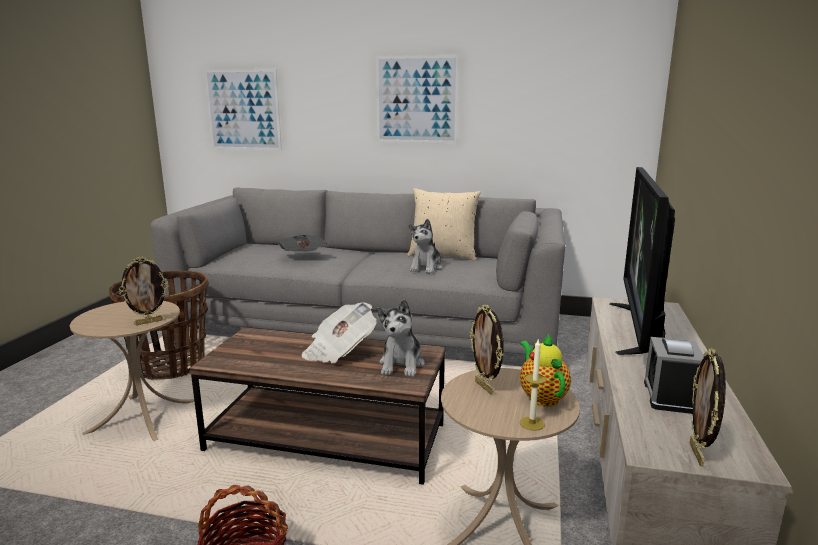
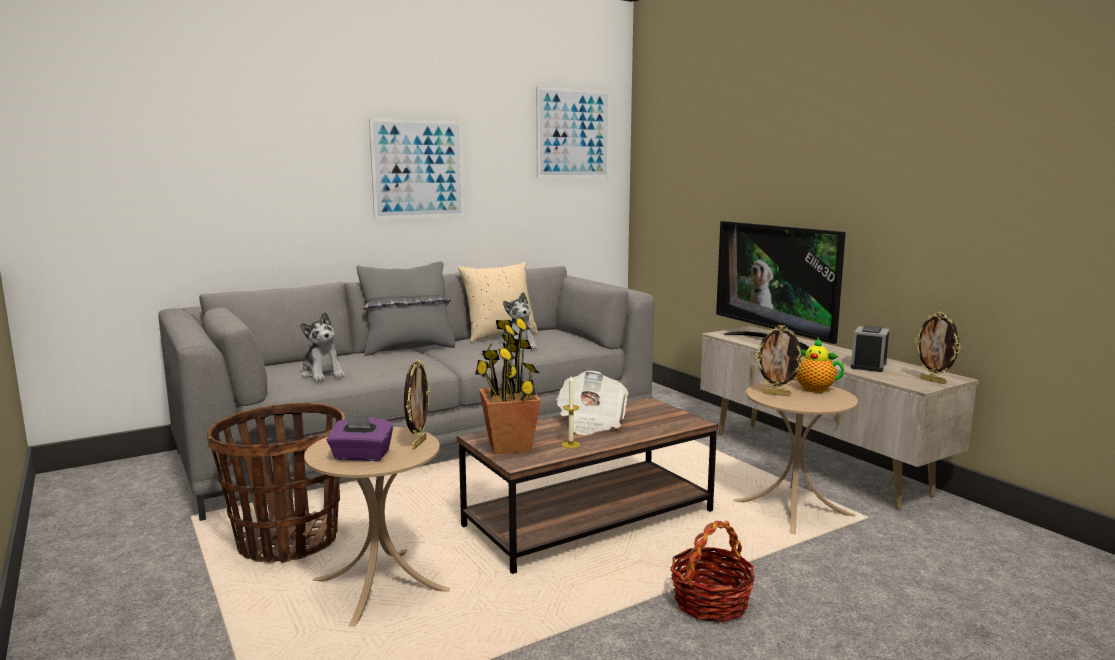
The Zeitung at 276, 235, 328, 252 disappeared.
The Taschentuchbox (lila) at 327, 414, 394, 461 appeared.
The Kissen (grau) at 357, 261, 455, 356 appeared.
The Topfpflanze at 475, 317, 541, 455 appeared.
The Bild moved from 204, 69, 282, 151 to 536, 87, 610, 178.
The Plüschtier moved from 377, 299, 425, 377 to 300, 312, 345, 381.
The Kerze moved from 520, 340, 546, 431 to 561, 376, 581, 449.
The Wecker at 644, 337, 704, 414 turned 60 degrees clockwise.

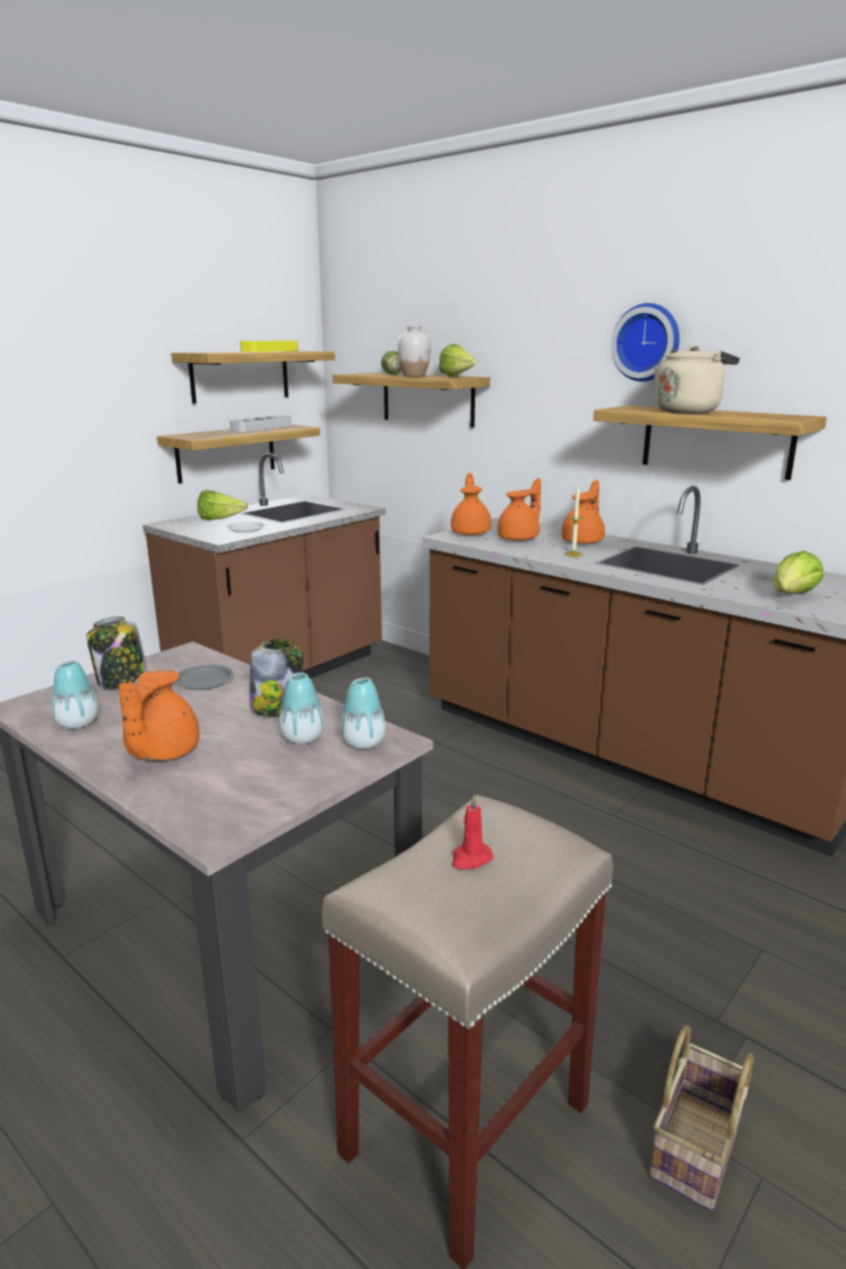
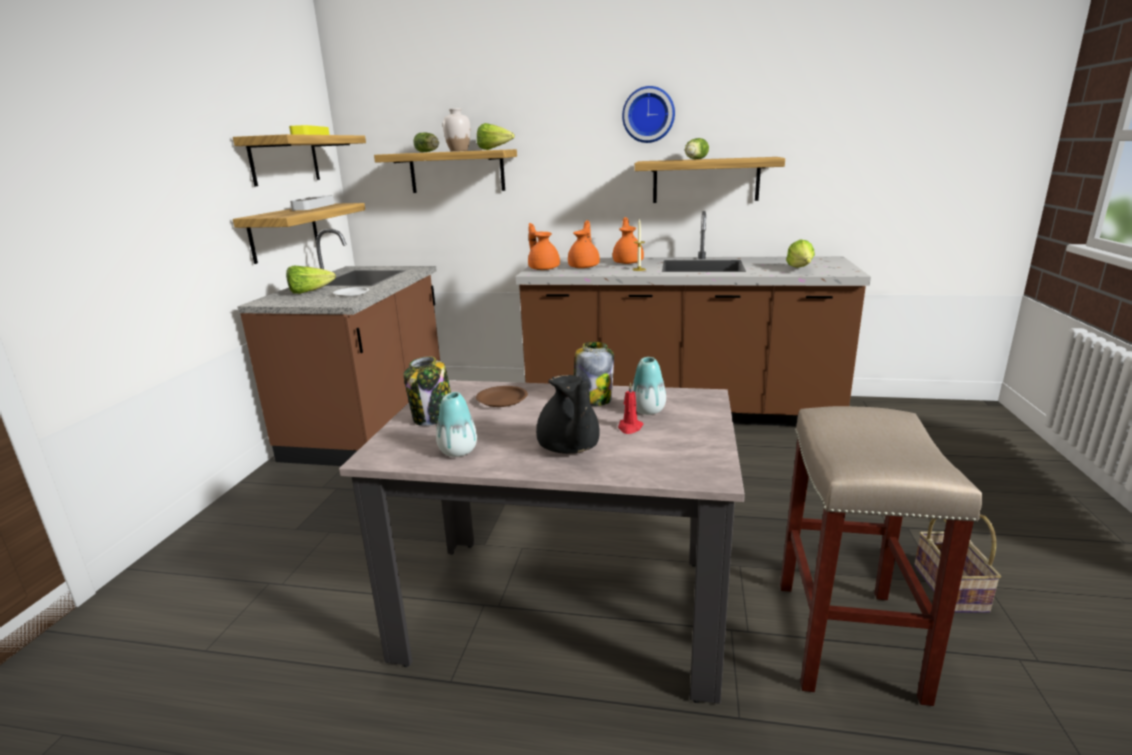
The Vase at 340, 678, 386, 749 disappeared.
The Kerze (rot) moved from 452, 795, 493, 870 to 618, 382, 644, 434.
The Wasserkessel (beige) at 654, 345, 740, 413 was replaced by the Salatkopf at 685, 138, 709, 160.
The Teekanne (orange) at 119, 670, 199, 761 became the Teekanne (schwarz) at 536, 375, 600, 454.
The Teller (grau) at 174, 665, 234, 690 became the Teller (braun) at 476, 386, 528, 407.

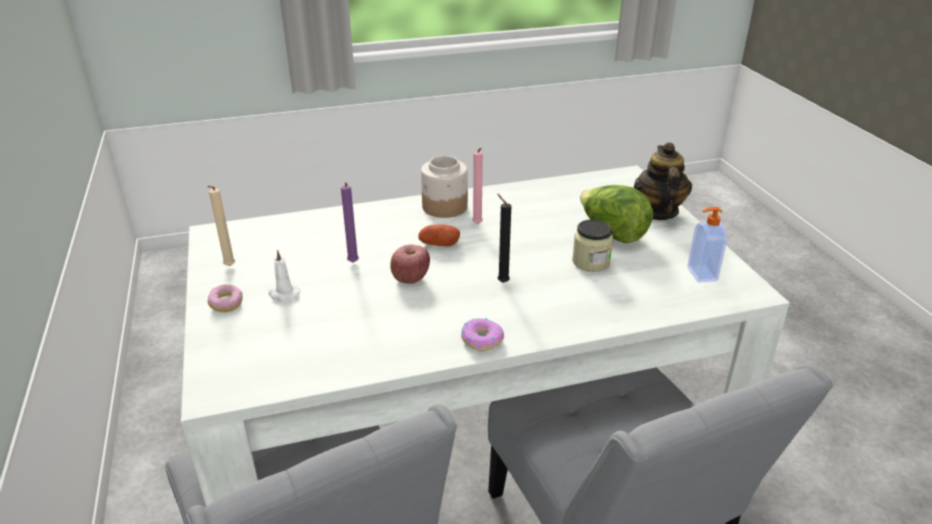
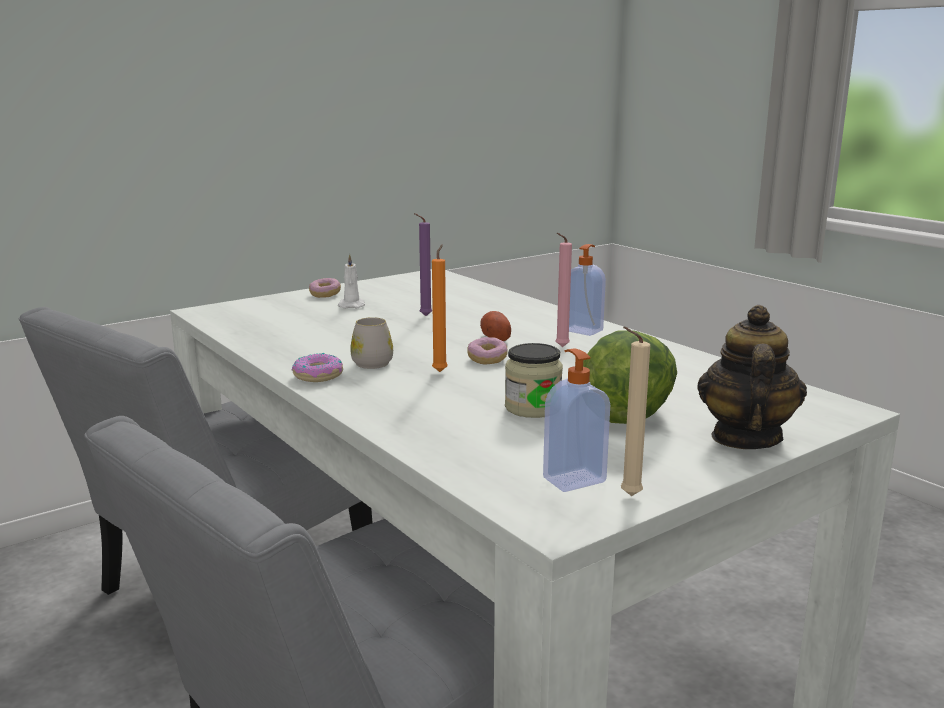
The Apfel at 390, 244, 430, 284 disappeared.
The Henkelbecher (weiß) at 350, 317, 393, 369 appeared.
The Donut at 467, 337, 508, 365 appeared.
The Kerze (beige) moved from 207, 186, 235, 266 to 621, 327, 650, 496.
The Vorratsglas at 421, 156, 468, 218 was replaced by the Seifenspender at 569, 244, 606, 336.
The Kerze (schwarz) at 497, 193, 511, 283 became the Kerze (orange) at 432, 245, 448, 372.
The Teekanne at 634, 142, 692, 220 turned 60 degrees counterclockwise.

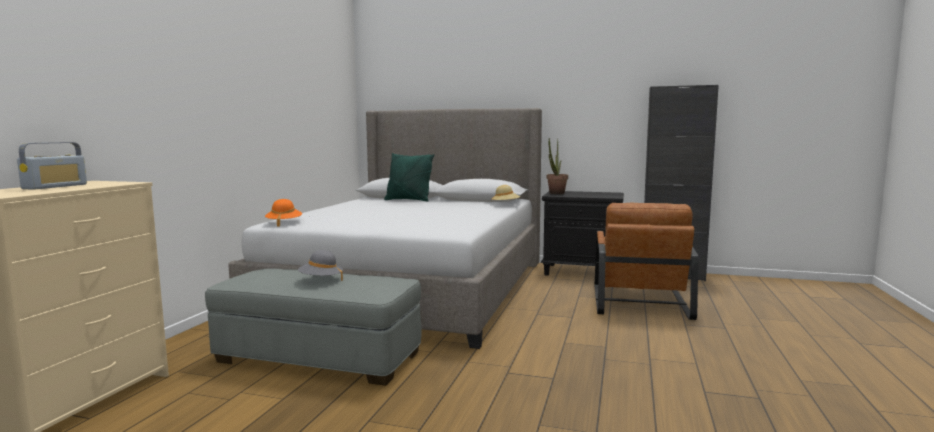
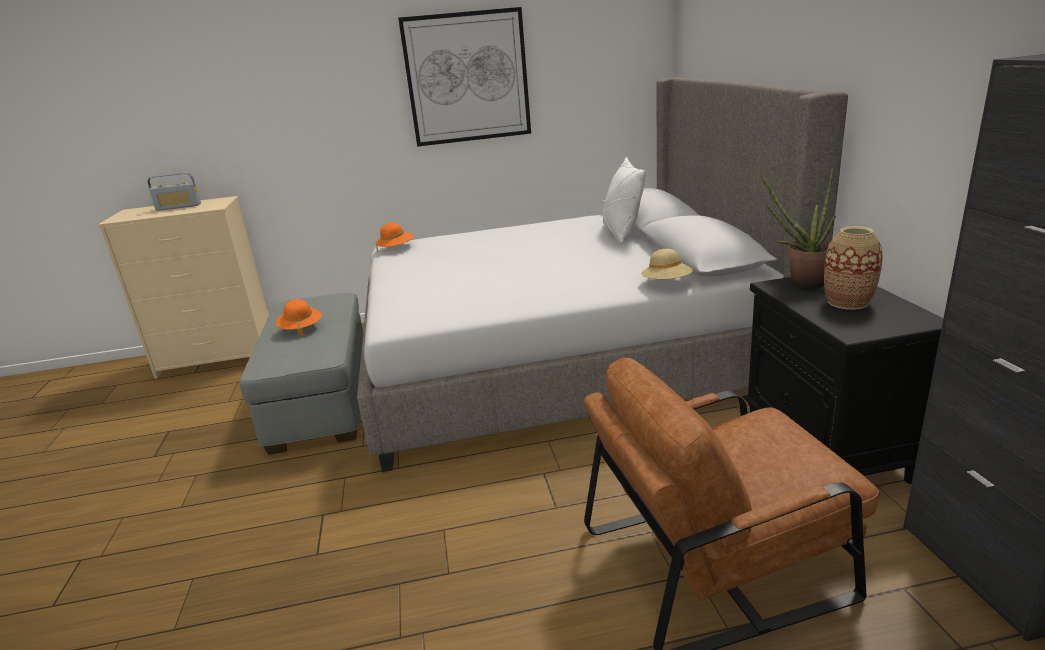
The Bild at 398, 7, 531, 147 appeared.
The Vase at 824, 226, 883, 310 appeared.
The Hut (grau) at 298, 250, 343, 281 became the Hut (orange) at 276, 299, 322, 337.
The Kissen (grün) at 384, 153, 434, 201 became the Kissen (weiß) at 603, 157, 646, 243.

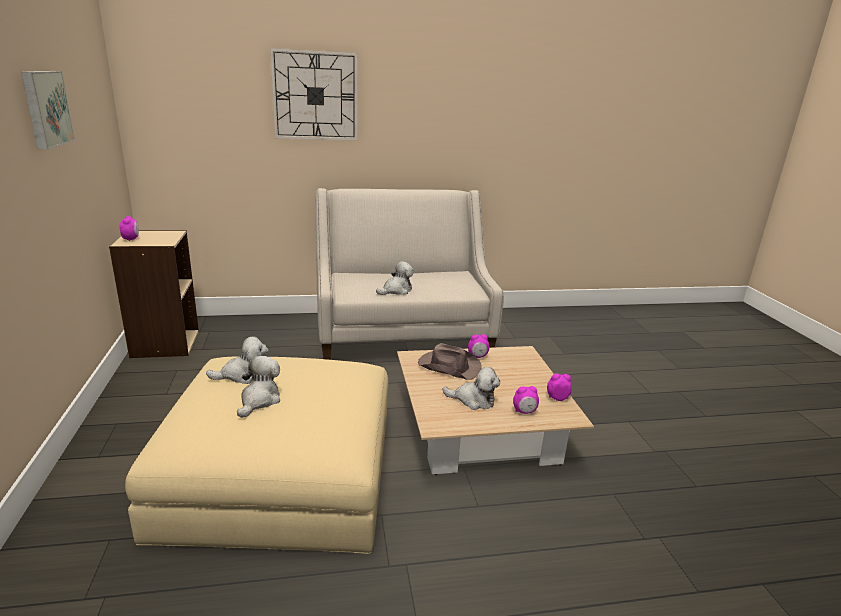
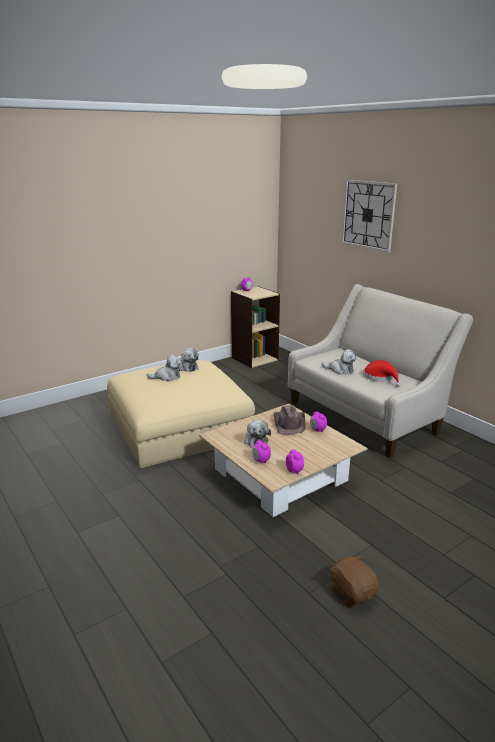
The Bild at 21, 71, 75, 149 disappeared.
The Plüschtier (braun) at 330, 556, 379, 606 appeared.
The Hut (rot) at 363, 360, 400, 387 appeared.

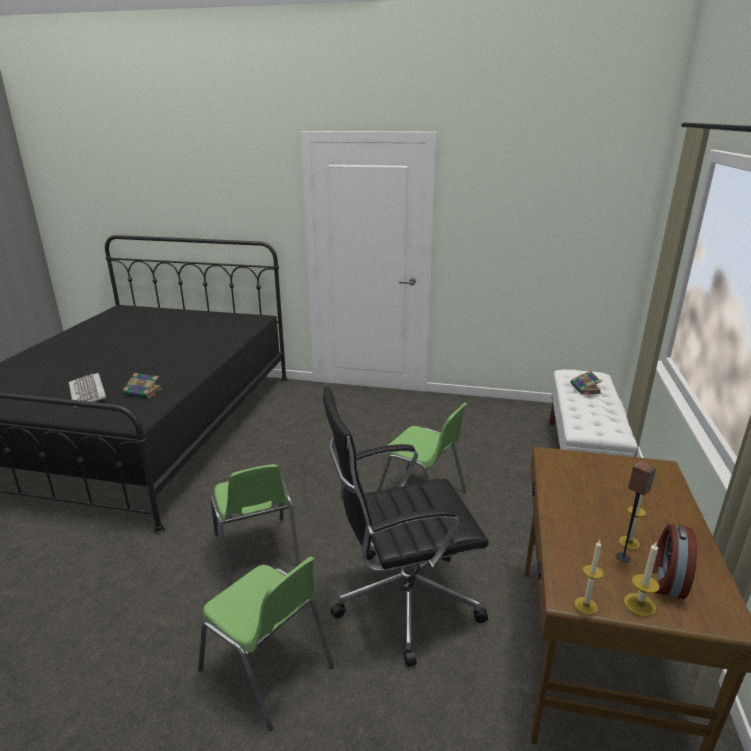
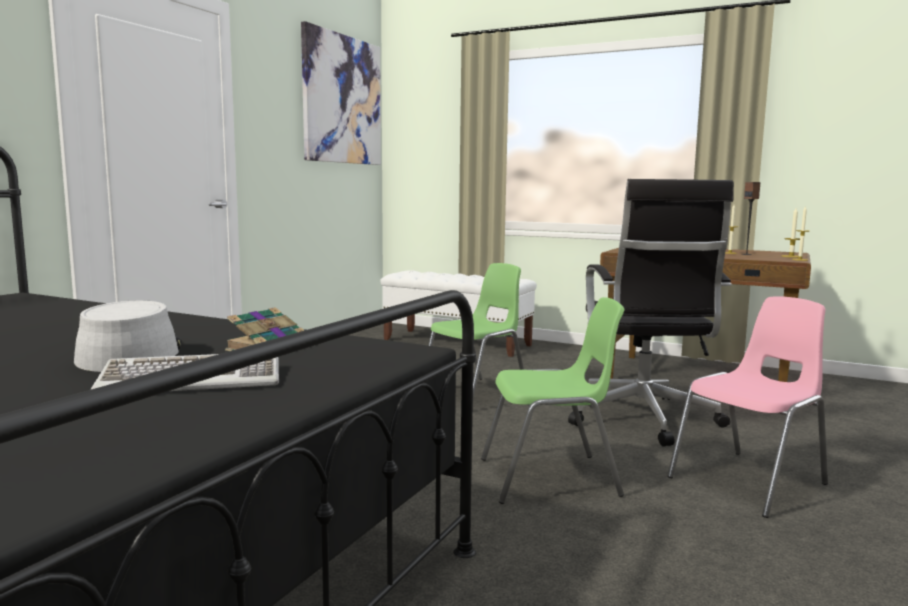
The Buch at 571, 371, 602, 395 disappeared.
The Wecker at 652, 524, 697, 599 disappeared.
The Hut (grau) at 74, 301, 182, 372 appeared.
The Bild at 301, 21, 381, 165 appeared.
The Stuhl (grün) at 198, 557, 334, 731 became the Stuhl (rosa) at 668, 296, 828, 518.

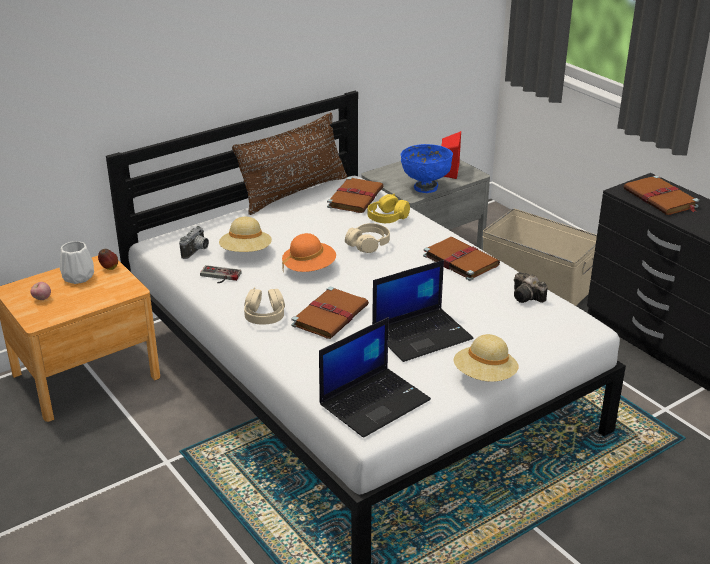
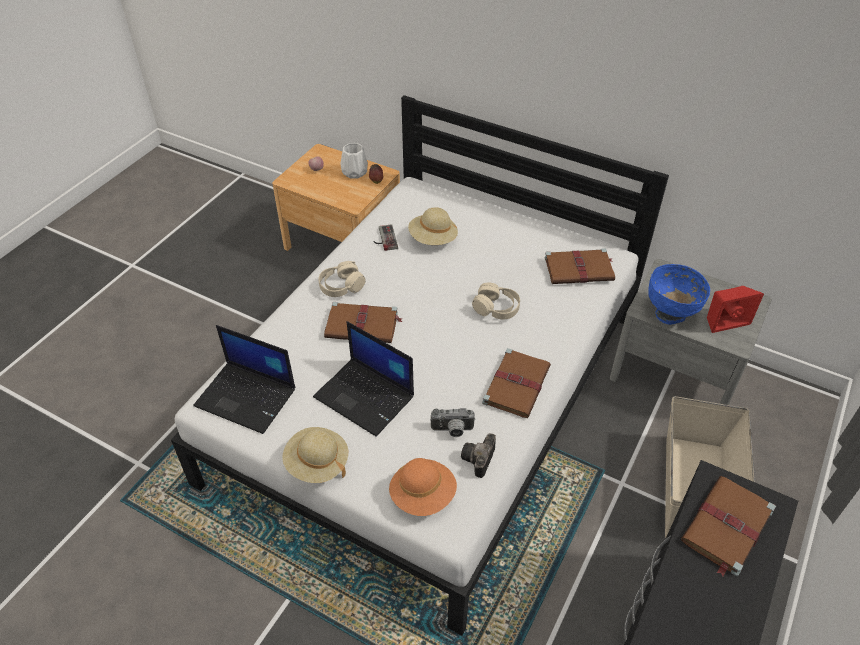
The Kissen (braun) at 232, 113, 347, 215 disappeared.
The Kopfhörer (gelb) at 368, 194, 410, 223 disappeared.
The Kamera moved from 179, 226, 209, 259 to 430, 408, 475, 437.
The Hut (orange) moved from 282, 233, 336, 272 to 389, 458, 457, 516.

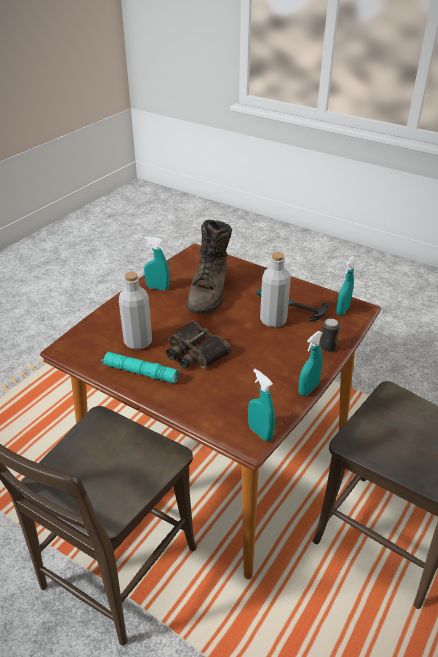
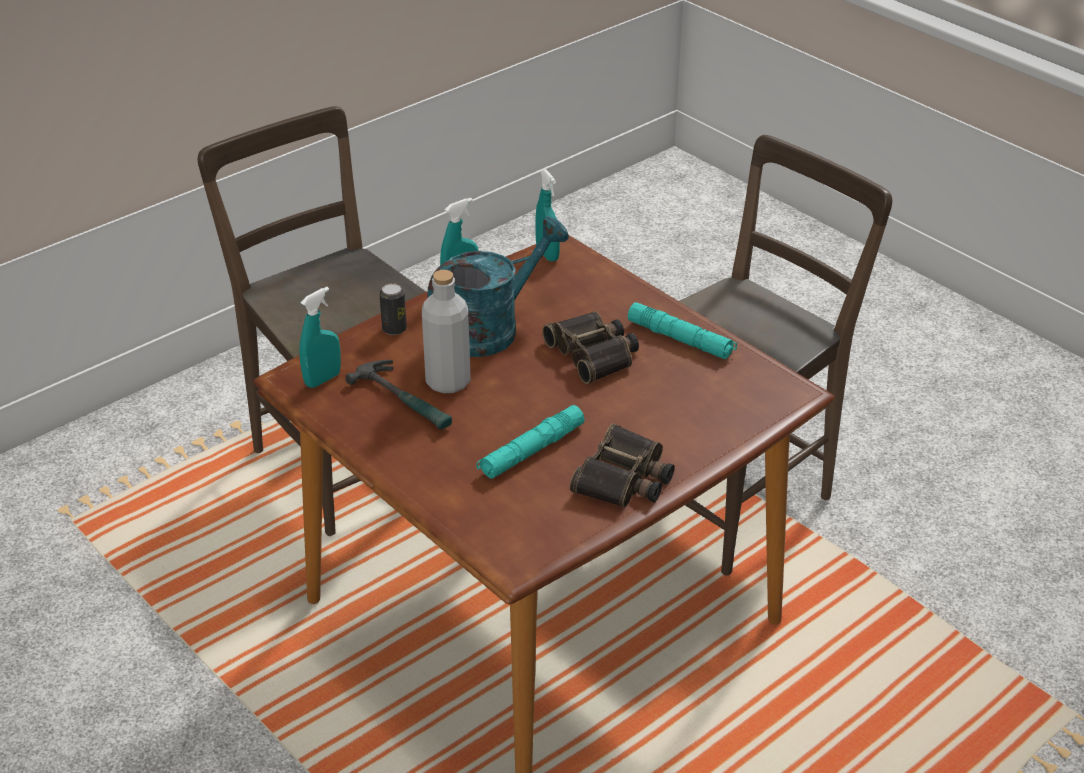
The Flasche (grau) at 119, 272, 152, 350 disappeared.
The Gießkanne (türkis) at 428, 216, 569, 357 appeared.
The Sprühflasche (türkis) at 144, 236, 170, 290 was replaced by the Fernglas at 570, 423, 675, 508.
The Stiefel (braun) at 186, 220, 232, 314 was replaced by the Taschenlampe (türkis) at 476, 405, 585, 479.

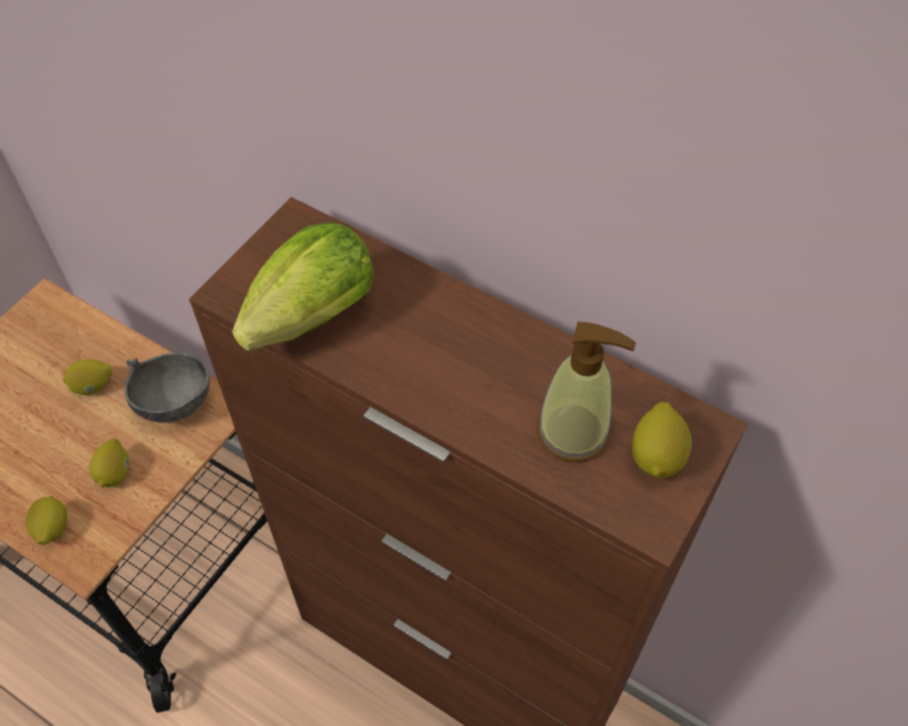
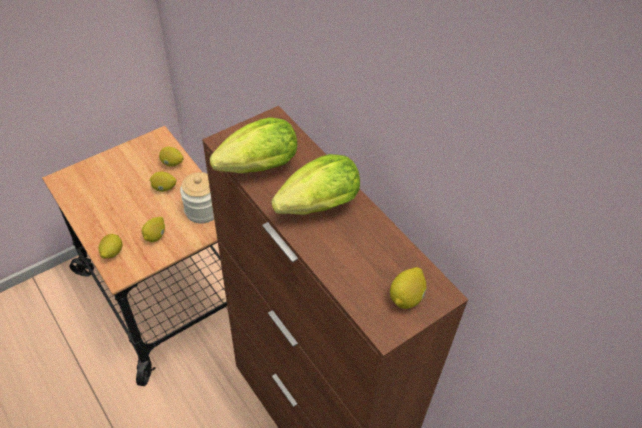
The Seifenspender at 537, 322, 636, 462 disappeared.
The Zitrone at 159, 147, 183, 167 appeared.
The Salatkopf at 271, 154, 360, 215 appeared.
The Schüssel (grau) at 124, 353, 210, 423 was replaced by the Vorratsglas at 180, 172, 214, 223.

